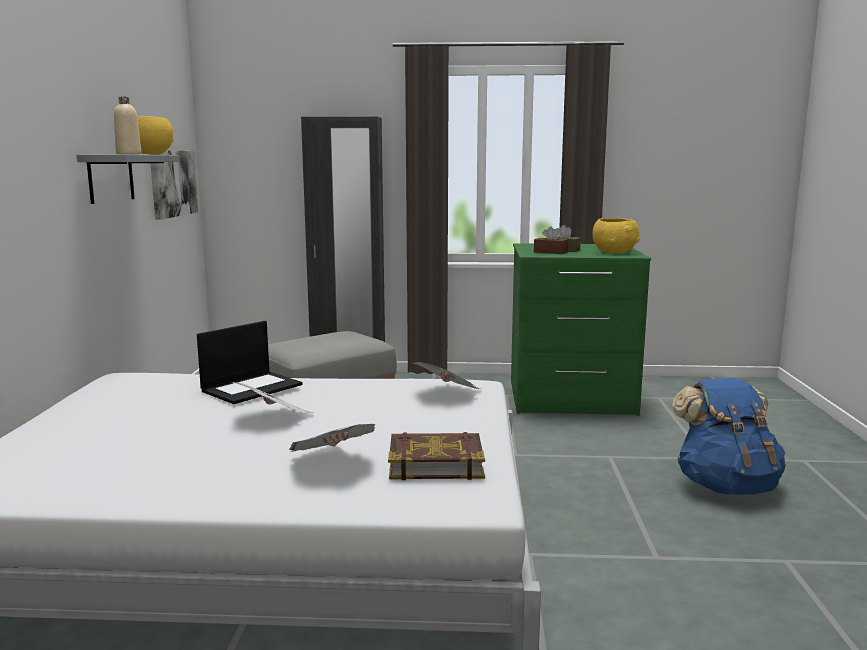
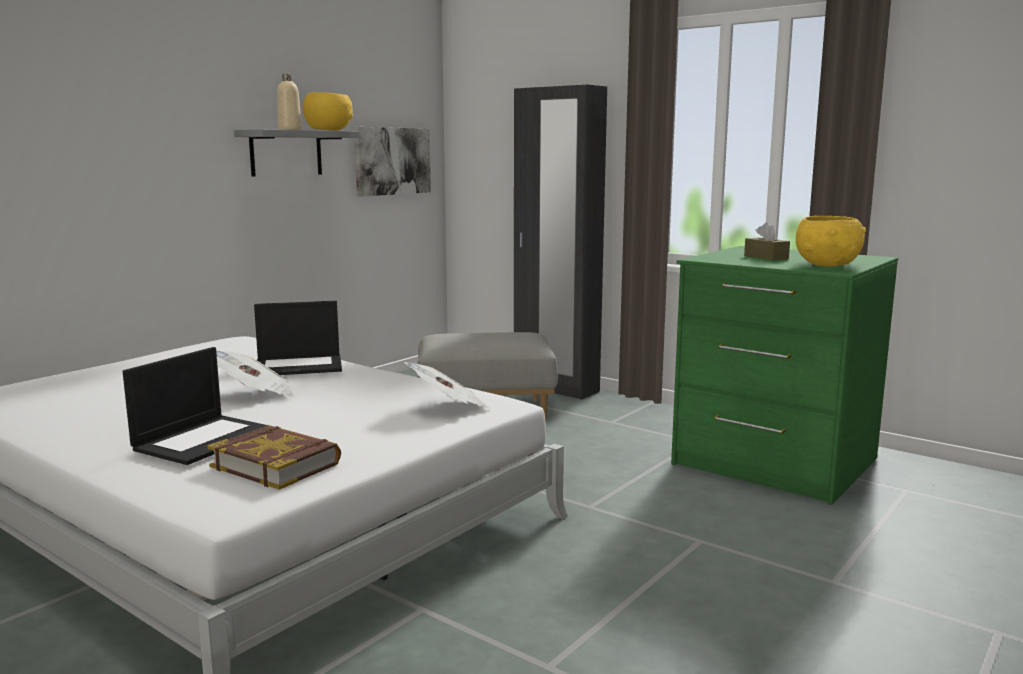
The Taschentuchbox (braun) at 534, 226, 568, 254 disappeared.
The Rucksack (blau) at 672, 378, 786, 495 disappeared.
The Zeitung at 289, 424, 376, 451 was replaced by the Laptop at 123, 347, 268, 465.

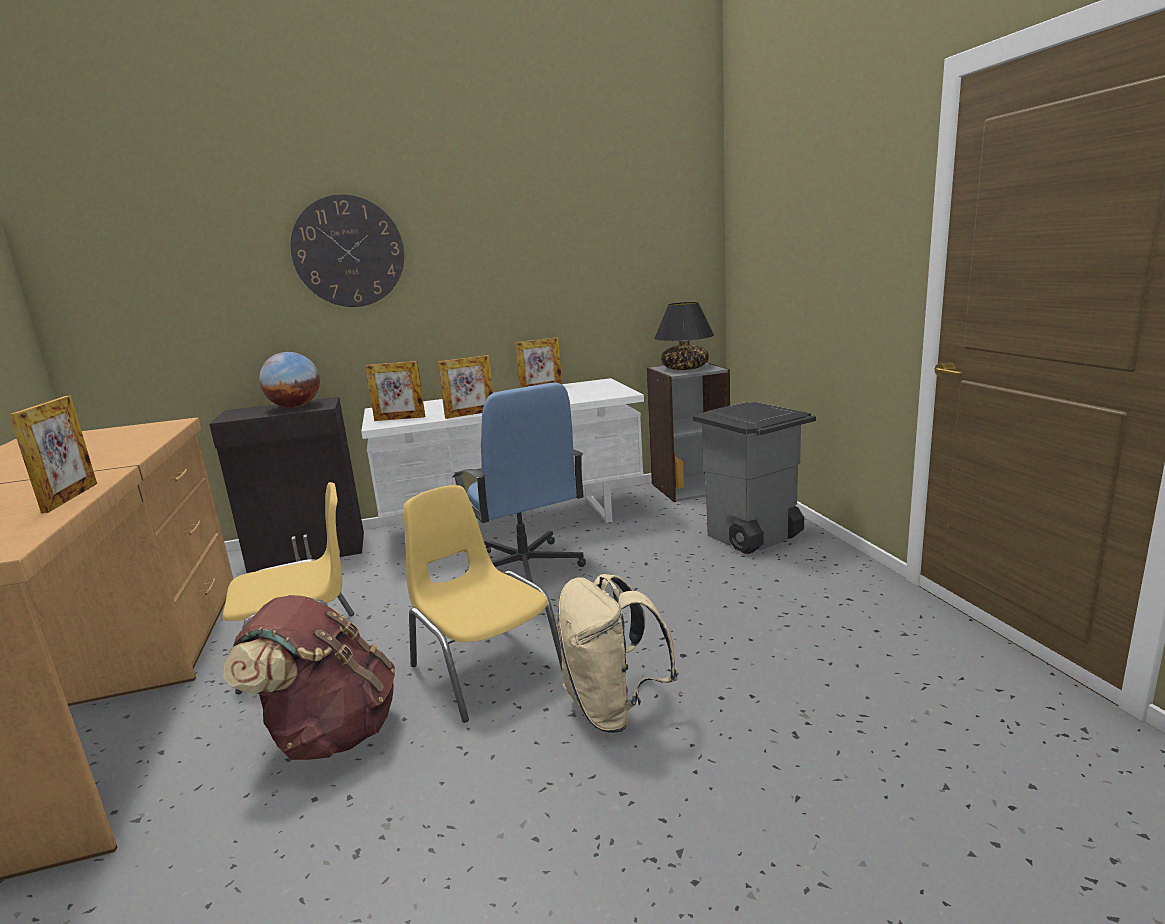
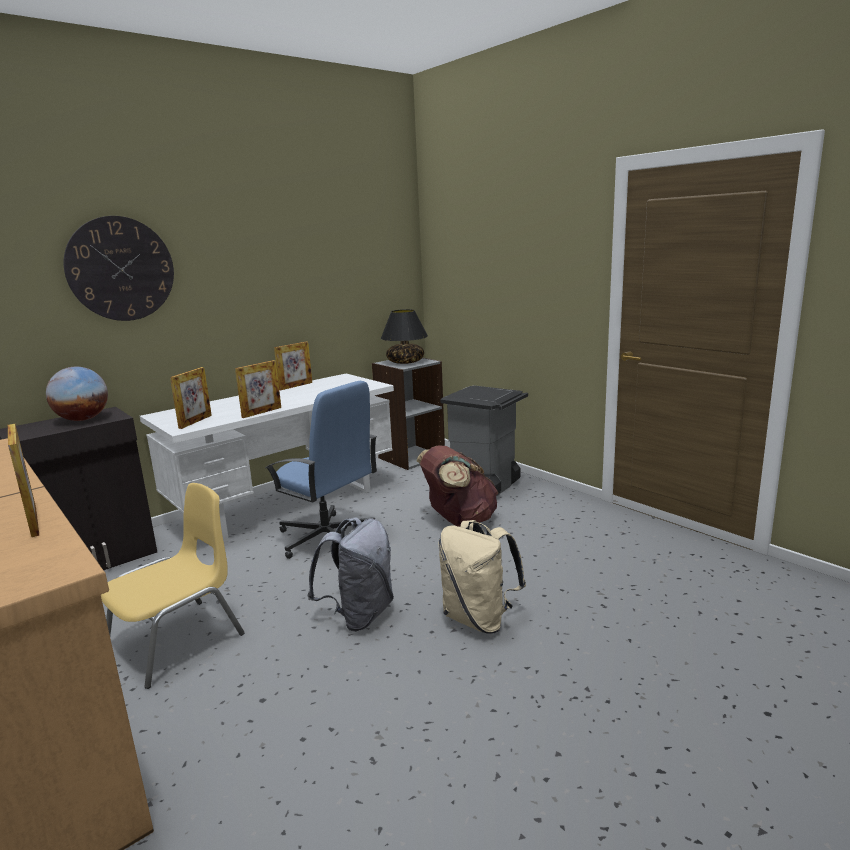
The Rucksack (braun) moved from 223, 595, 395, 760 to 416, 445, 498, 527.
The Stuhl (gelb) at 403, 485, 563, 723 was replaced by the Rucksack (grau) at 307, 517, 394, 631.
The Bilderrahmen at 365, 361, 425, 421 turned 45 degrees counterclockwise.

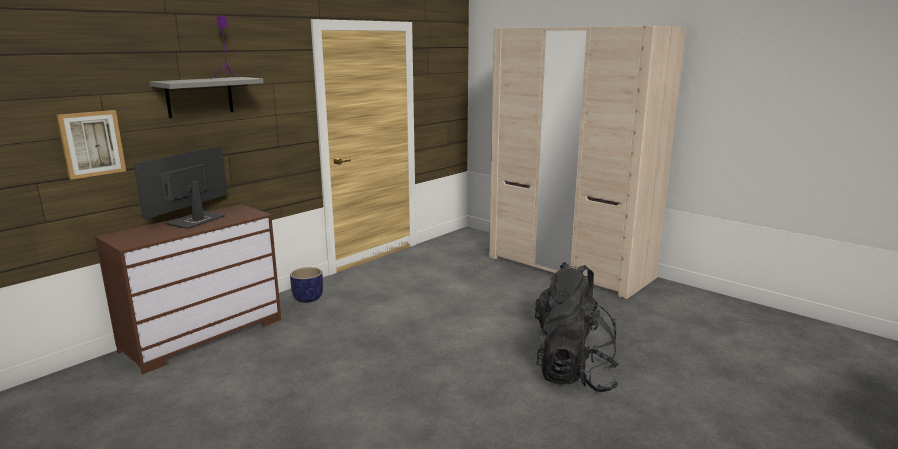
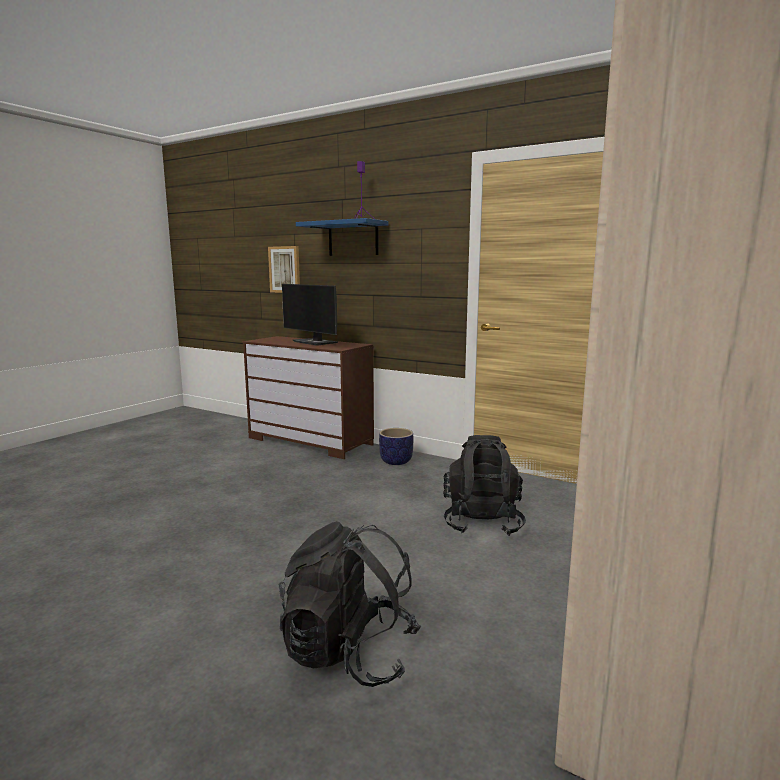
The Rucksack (schwarz) moved from 536, 300, 619, 392 to 443, 435, 526, 536.
The Wandregal (grau) at 149, 77, 263, 118 became the Wandregal (blau) at 296, 218, 389, 256.
The Monitor at 133, 146, 227, 229 turned 150 degrees counterclockwise.

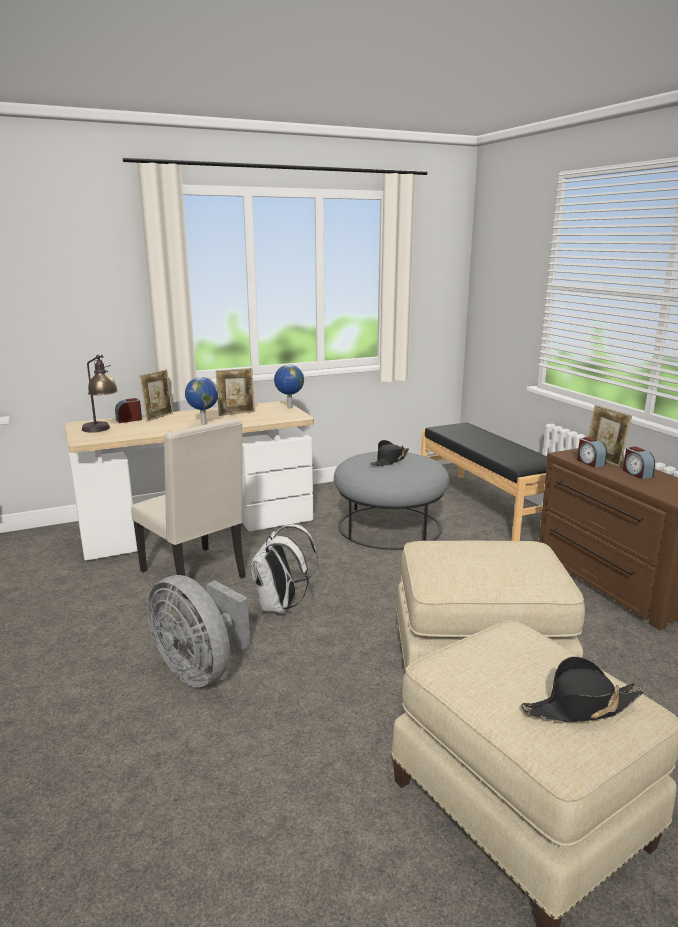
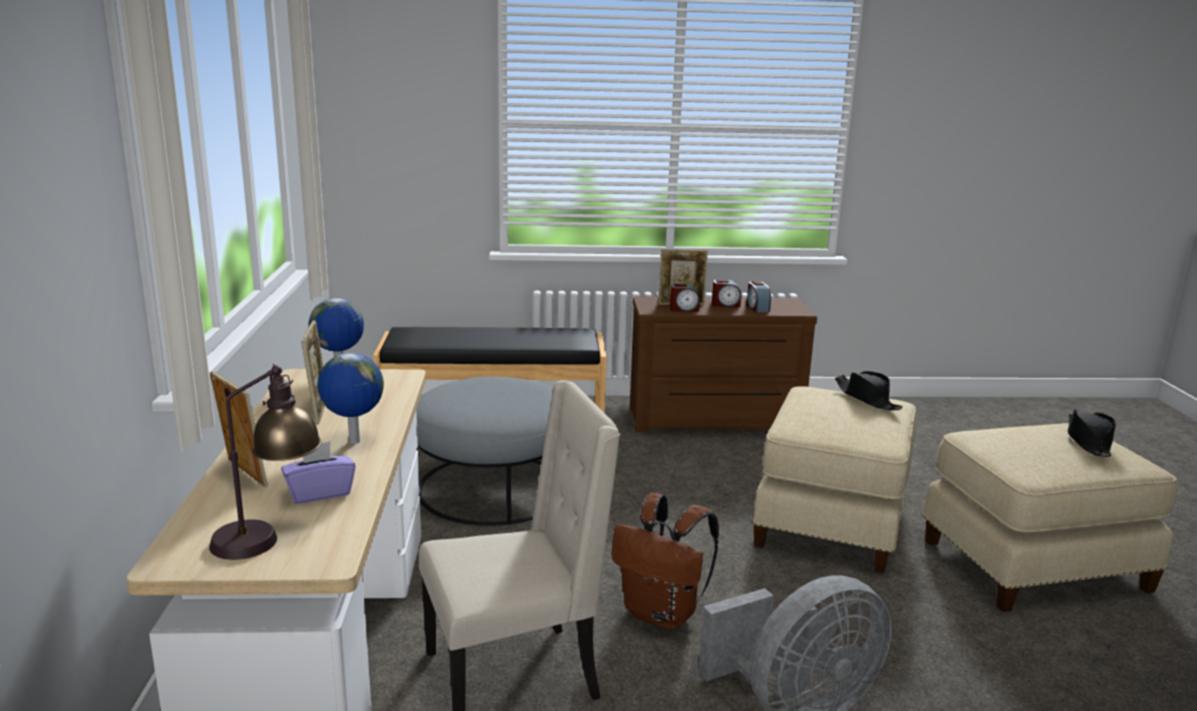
The Taschentuchbox (lila) at 281, 441, 356, 504 appeared.
The Wecker moved from 115, 398, 142, 423 to 747, 281, 771, 312.
The Hut (schwarz) moved from 370, 440, 409, 466 to 835, 371, 903, 410.
The Rucksack (weiß) at 251, 524, 318, 613 became the Rucksack (braun) at 611, 493, 719, 630.

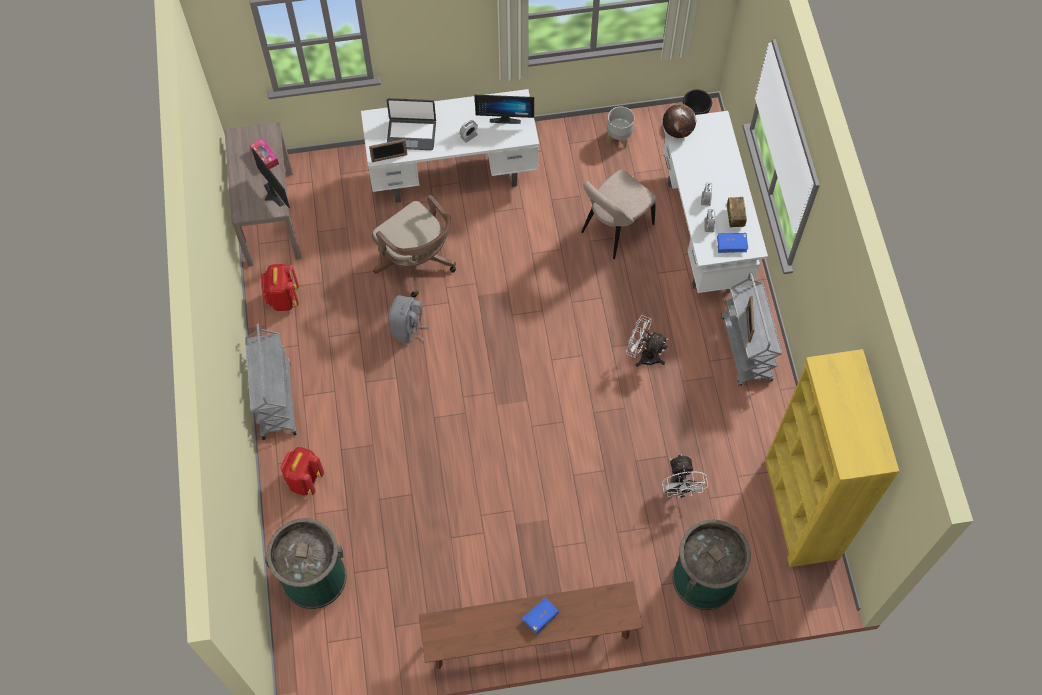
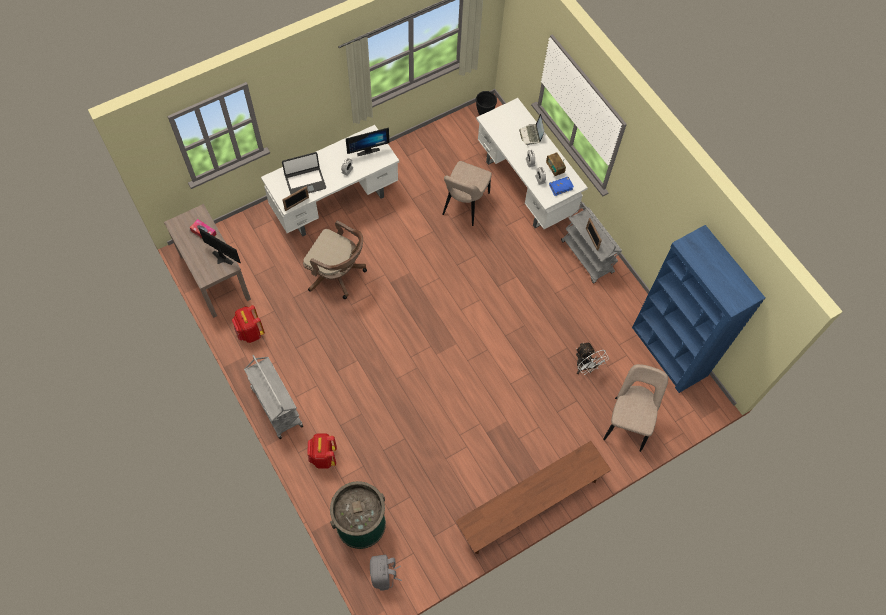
The Buch (blau) at 522, 597, 559, 634 disappeared.
The Pflanzkübel (grau) at 607, 107, 635, 149 disappeared.
The Ventilator (weiß) at 626, 315, 668, 367 disappeared.
The Globus at 663, 104, 696, 138 disappeared.
The Laptop at 519, 114, 544, 145 appeared.
The Rucksack (grau) moved from 388, 295, 430, 343 to 370, 555, 402, 591.
The Mülleimer (grün) at 673, 520, 751, 610 was replaced by the Stuhl (beige) at 603, 364, 668, 452.
The Bücherregal (gelb) at 765, 349, 899, 567 became the Bücherregal (blau) at 632, 225, 765, 393.

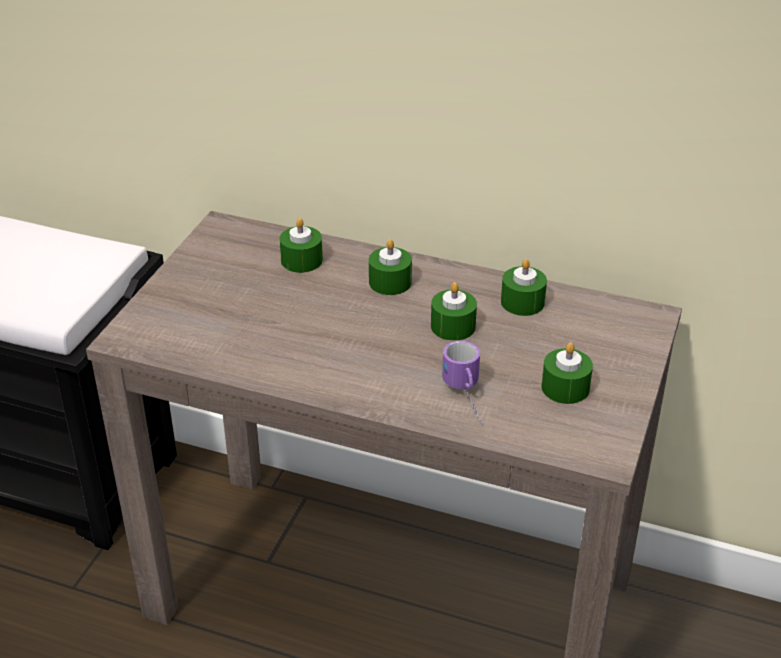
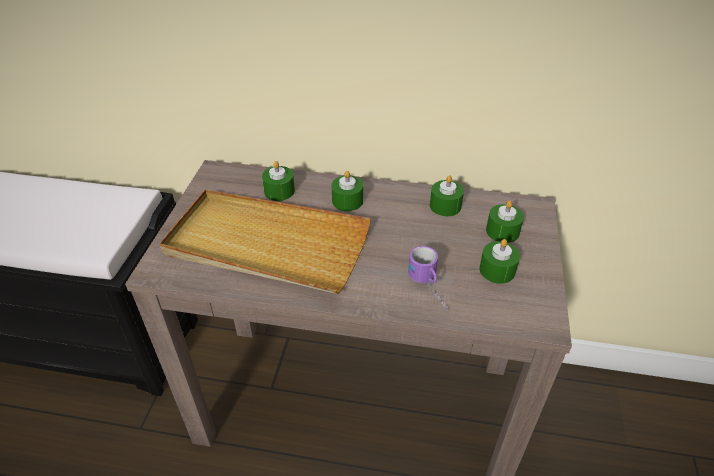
The Tablett (beige) at 160, 190, 371, 294 appeared.
The Kerze (grün) moved from 431, 282, 477, 341 to 486, 200, 524, 243.

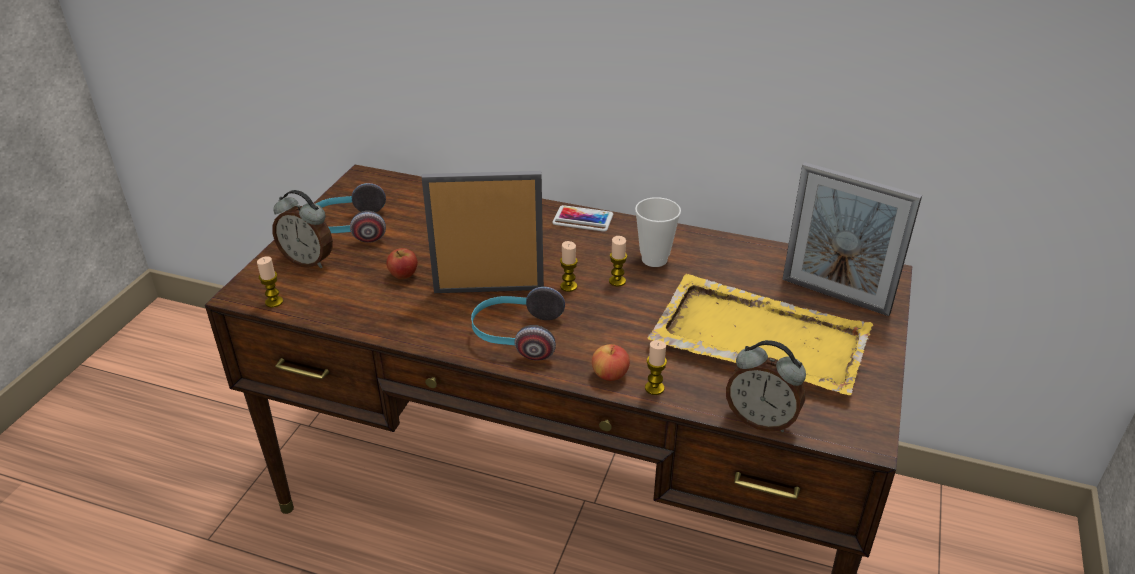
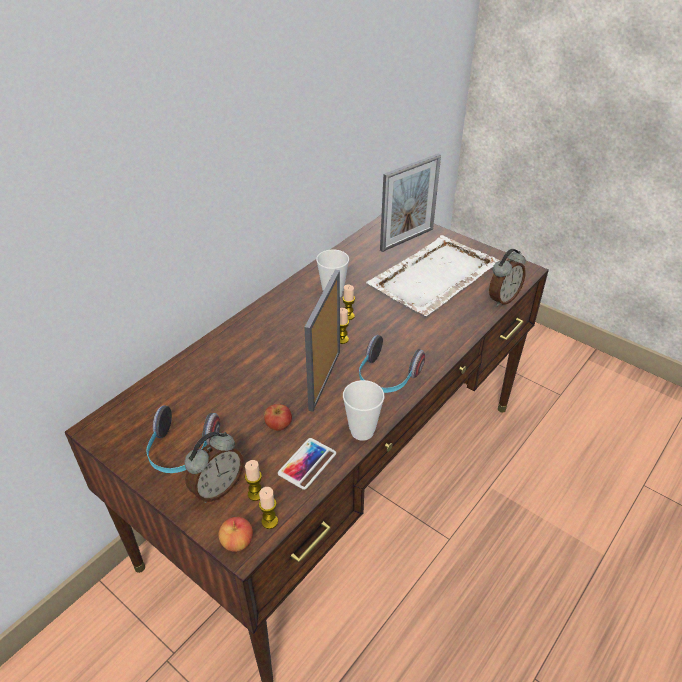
The Tasse at 343, 380, 384, 441 appeared.
The Handy moved from 552, 205, 613, 232 to 278, 438, 336, 490.
The Apfel moved from 592, 344, 630, 381 to 219, 517, 253, 552.
The Kerze moved from 645, 340, 667, 395 to 245, 460, 262, 501.
The Tablett (gelb) at 647, 274, 873, 395 became the Tablett (weiß) at 366, 235, 500, 316.

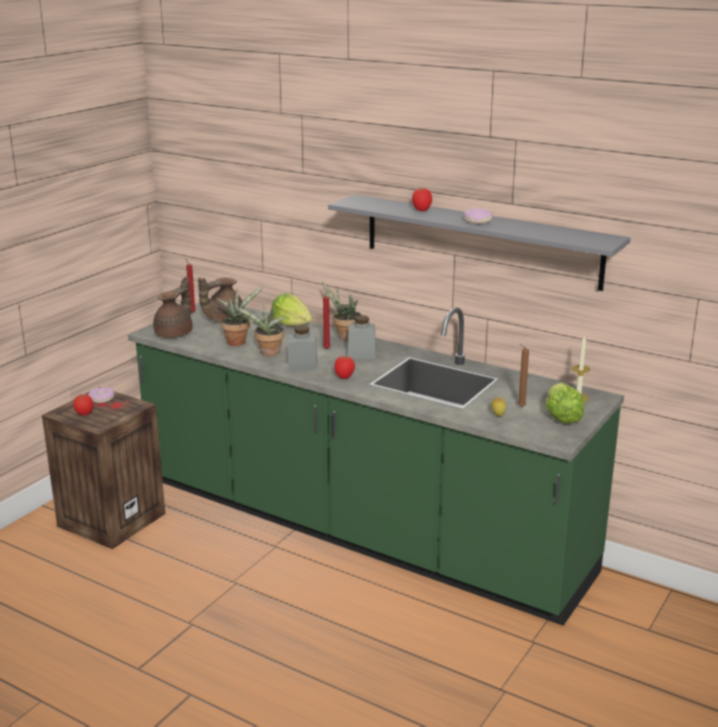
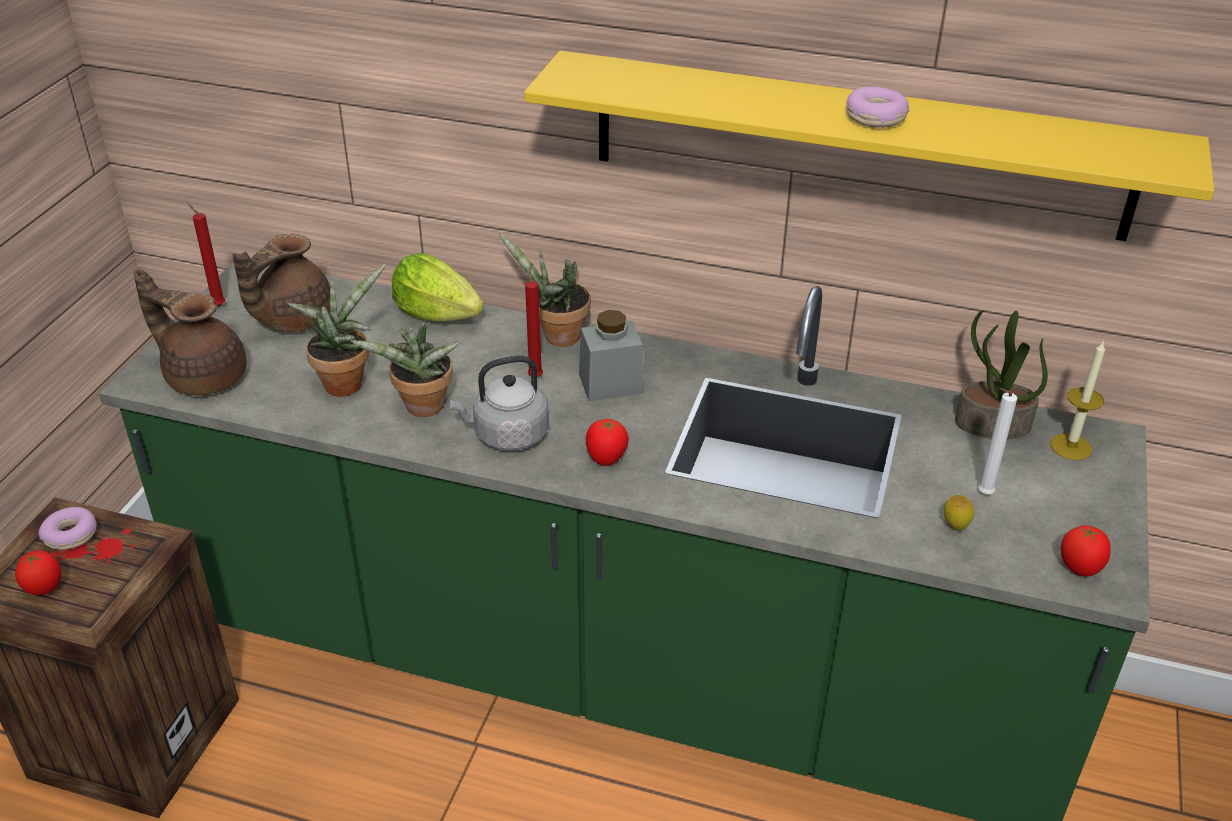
The Salatkopf at 546, 383, 584, 424 disappeared.
The Topfpflanze at 955, 310, 1048, 439 appeared.
The Tomate moved from 412, 188, 432, 211 to 1061, 525, 1111, 577.
The Vorratsglas (grau) at 288, 325, 317, 370 was replaced by the Wasserkessel (grau) at 449, 356, 549, 451.
The Wandregal (grau) at 328, 194, 630, 291 became the Wandregal (gelb) at 524, 50, 1214, 241.
The Kerze (braun) at 518, 344, 529, 407 became the Kerze (weiß) at 978, 388, 1017, 494.
The Teekanne (braun) at 153, 276, 193, 338 turned 75 degrees counterclockwise.

